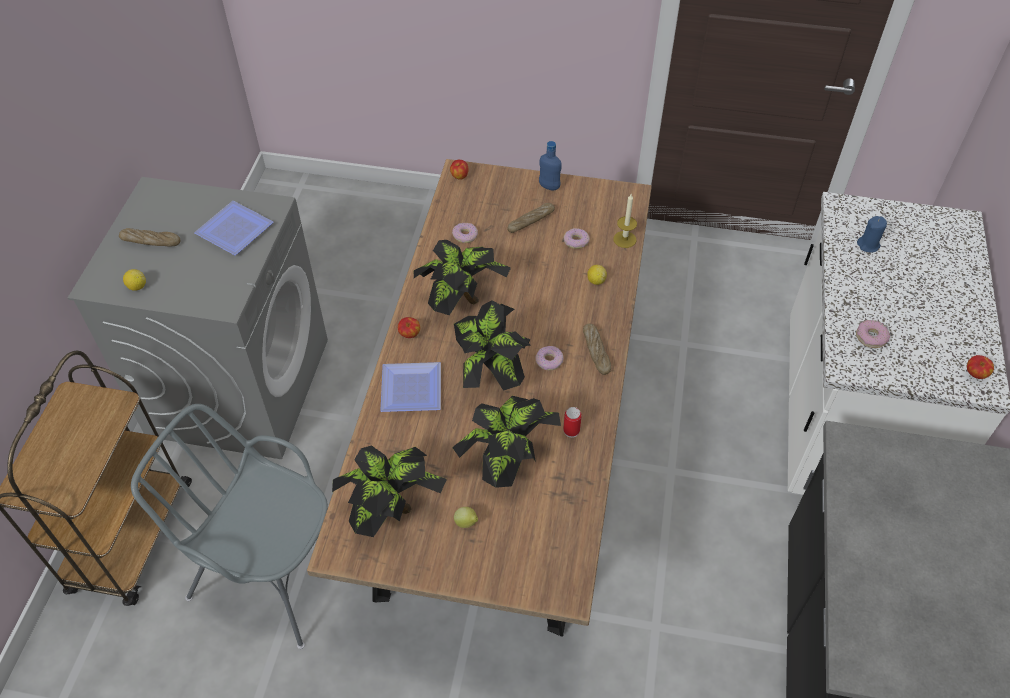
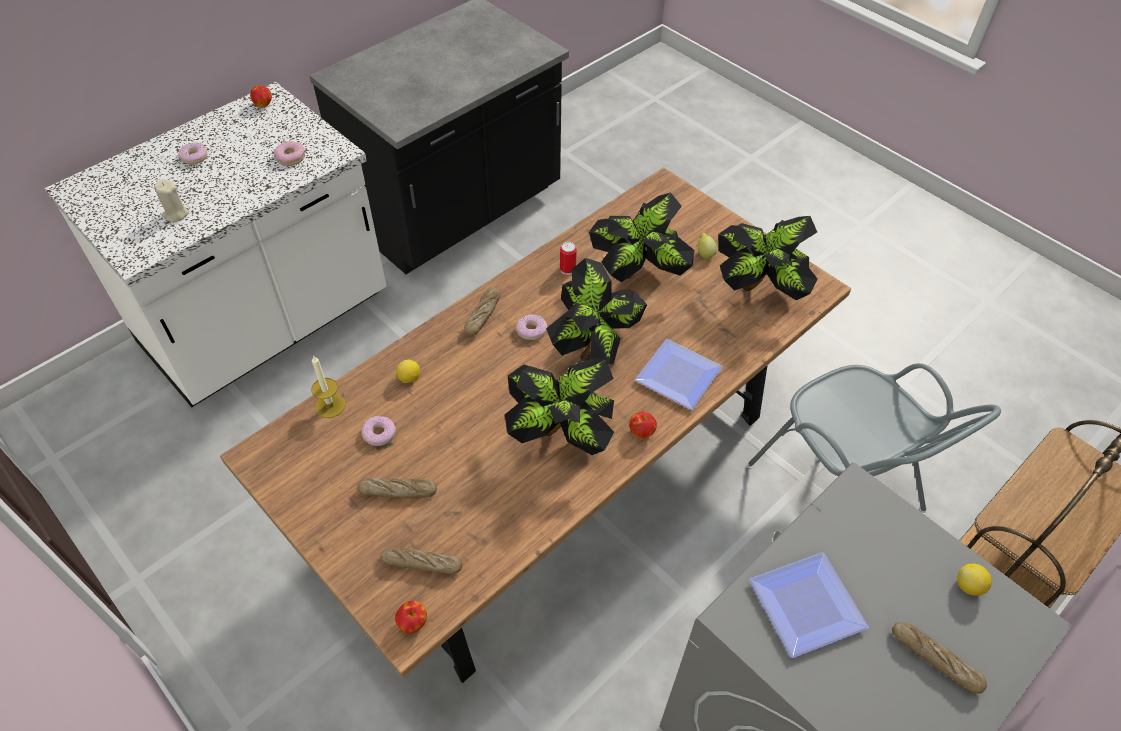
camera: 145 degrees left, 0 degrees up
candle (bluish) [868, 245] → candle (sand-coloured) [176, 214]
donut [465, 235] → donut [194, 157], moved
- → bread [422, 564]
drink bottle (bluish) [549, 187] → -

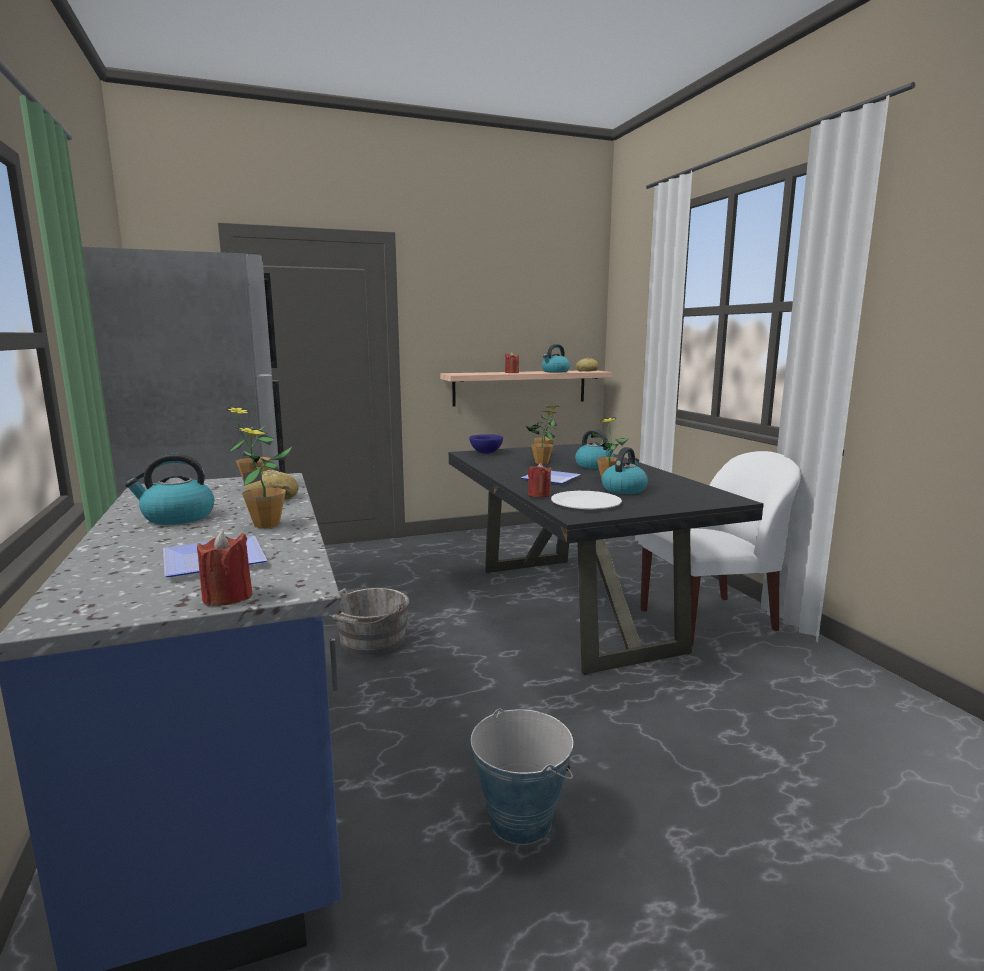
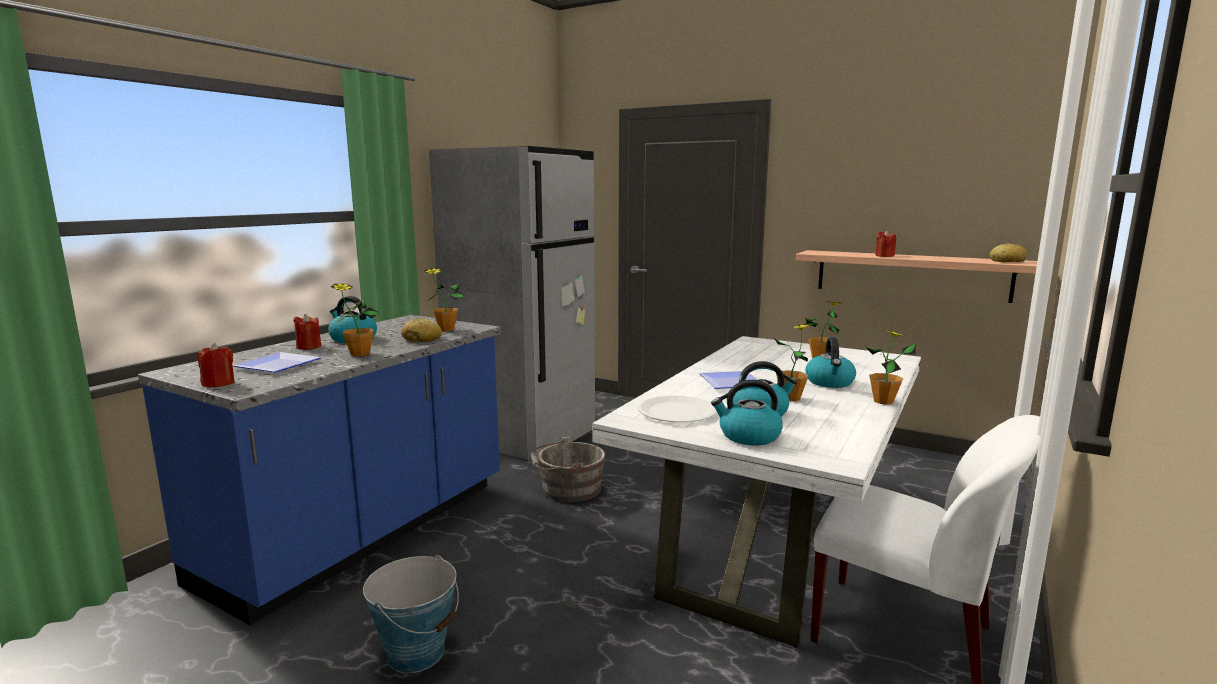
camera: 50 degrees right, 0 degrees up
candle (red) [539, 495] → candle (red) [309, 347], moved
dining table (black) [574, 608] → dining table (whitish) [773, 543]
tea kettle [555, 371] → tea kettle [748, 436], moved
plant in a pot [541, 462] → plant in a pot [883, 401], moved
deep dish (bluish) [486, 453] → -

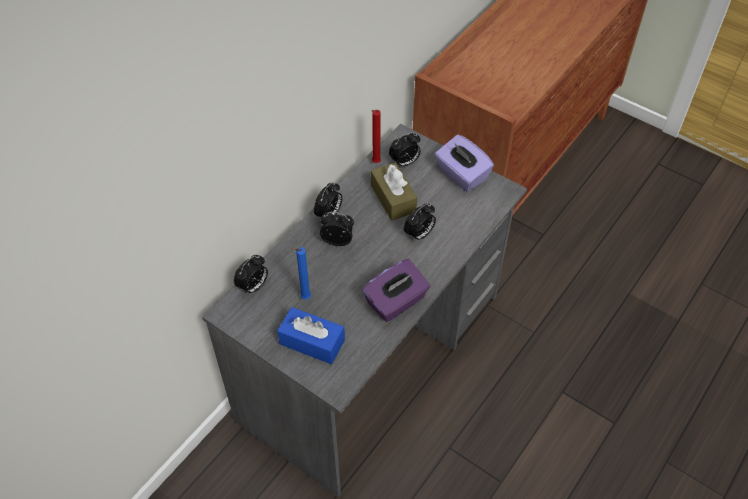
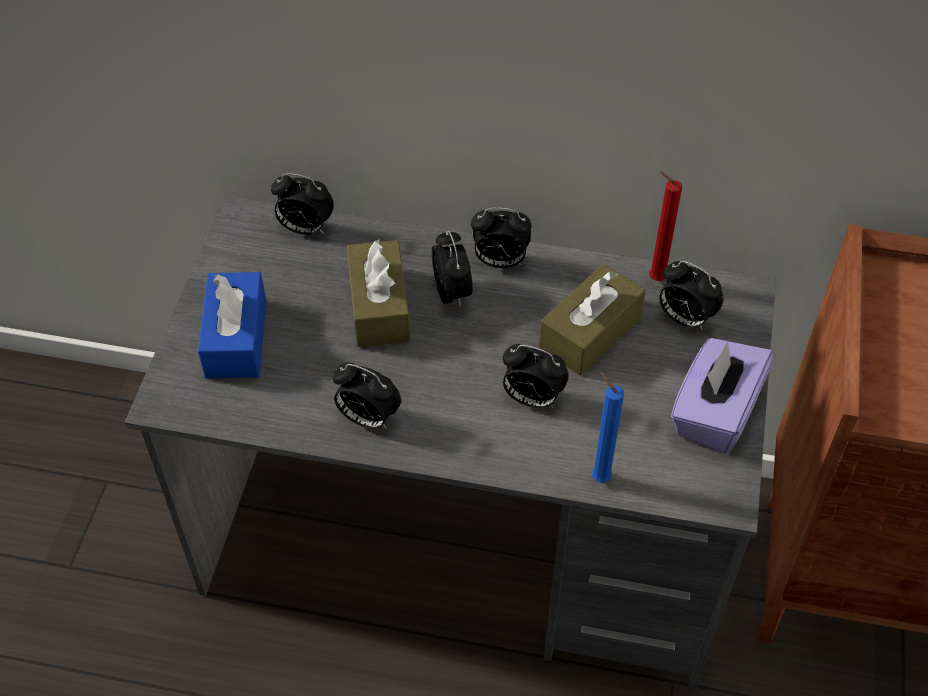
camera: 65 degrees right, 0 degrees up
box of tissues (purple) [396, 302] → alarm clock [367, 418]
- → box of tissues (brown-coloured) [379, 306]
candle (bluish) [304, 298] → candle (bluish) [598, 476], moved

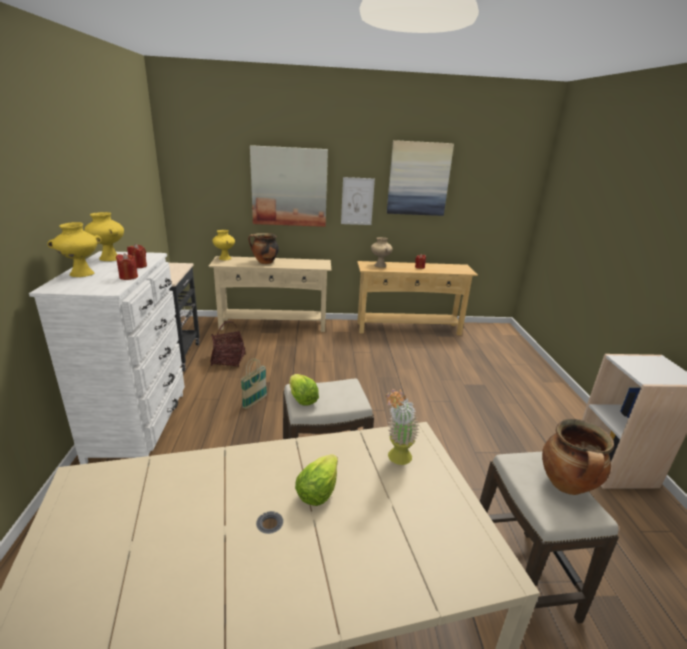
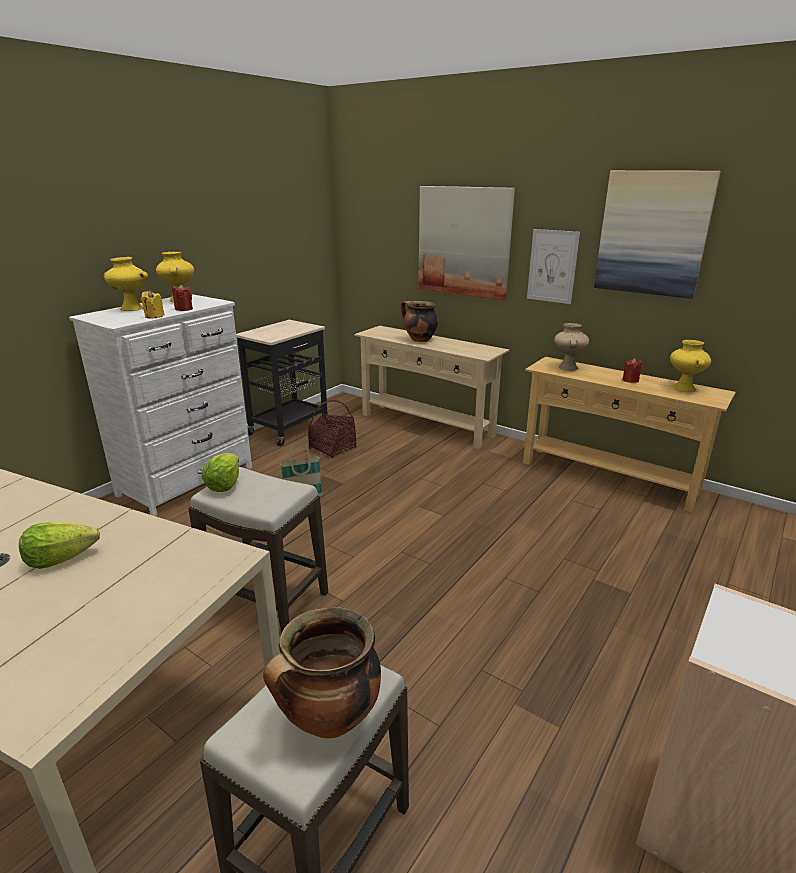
camera: 40 degrees right, 0 degrees up
candle (red) [128, 277] → candle (yellowish) [154, 316]
flower vase (yellowish) [224, 258] → flower vase (yellowish) [683, 388], moved
plant in a pot [396, 460] → -

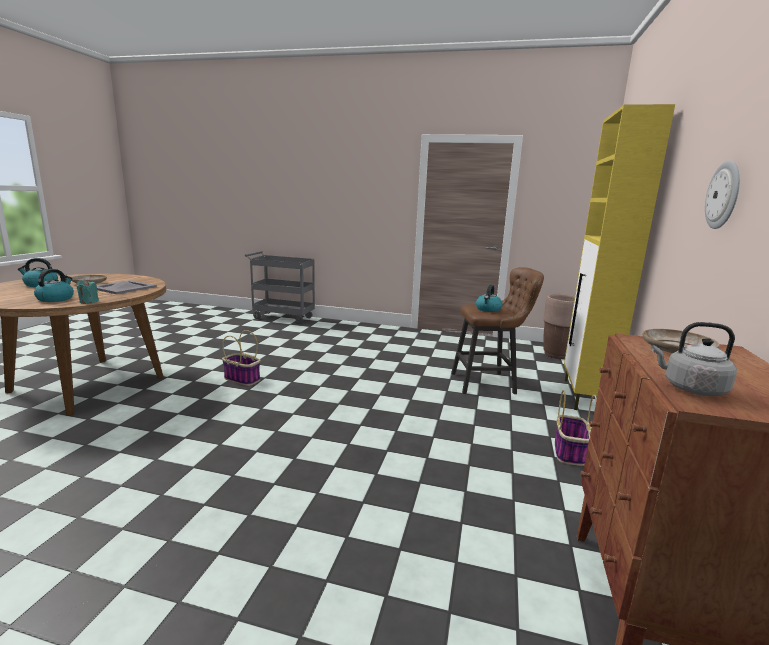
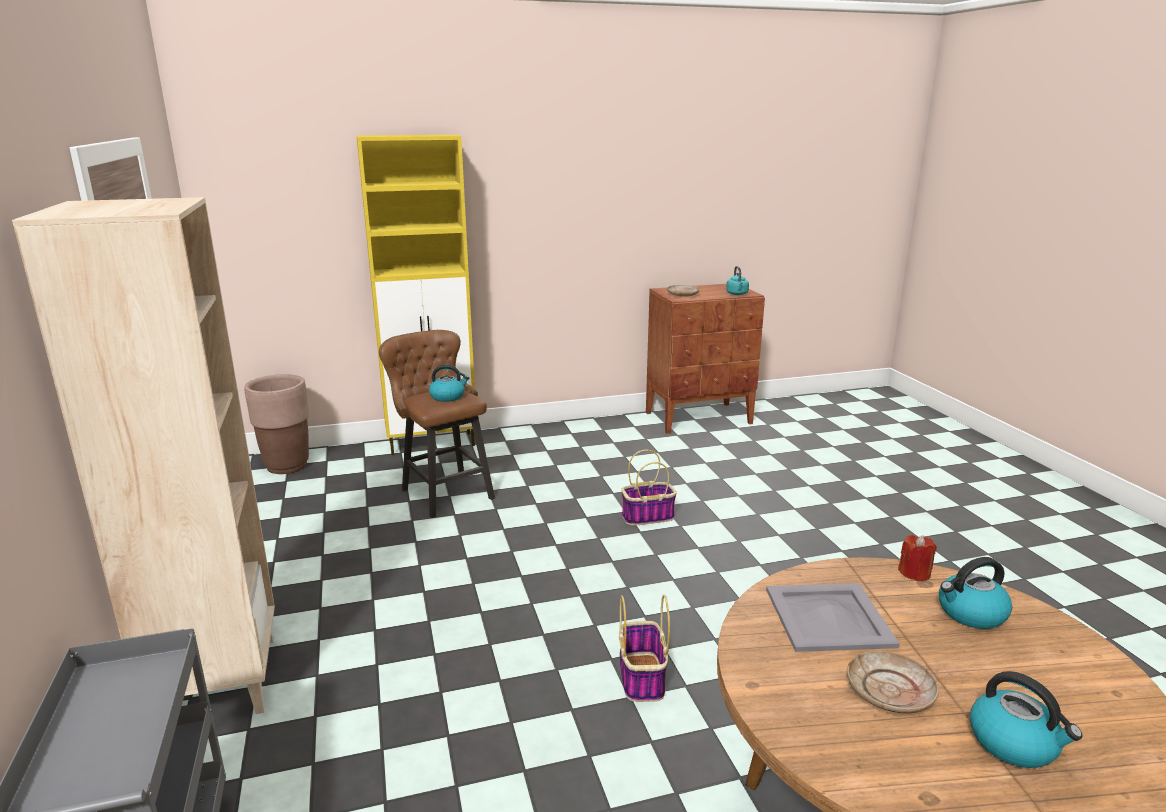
camera: 120 degrees left, 5 degrees up
- → bookshelf (sand-coloured) [217, 681]
basket [569, 452] → basket [648, 516], moved
tea kettle (grey) [690, 389] → tea kettle (turquoise-coloured) [737, 294]
candle (turquoise-coloured) [89, 301] → candle (red) [914, 573]
clock on the wall [724, 195] → -

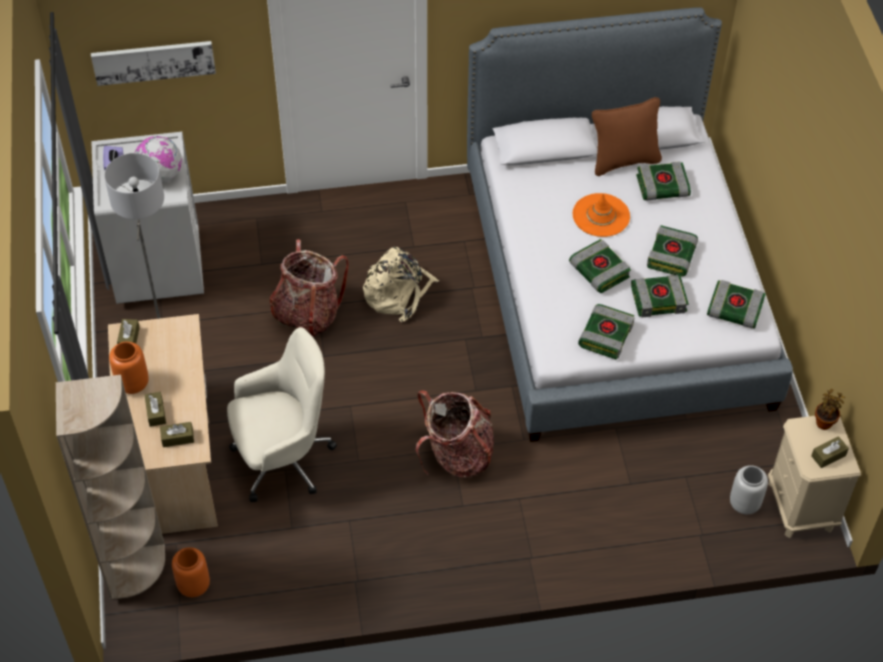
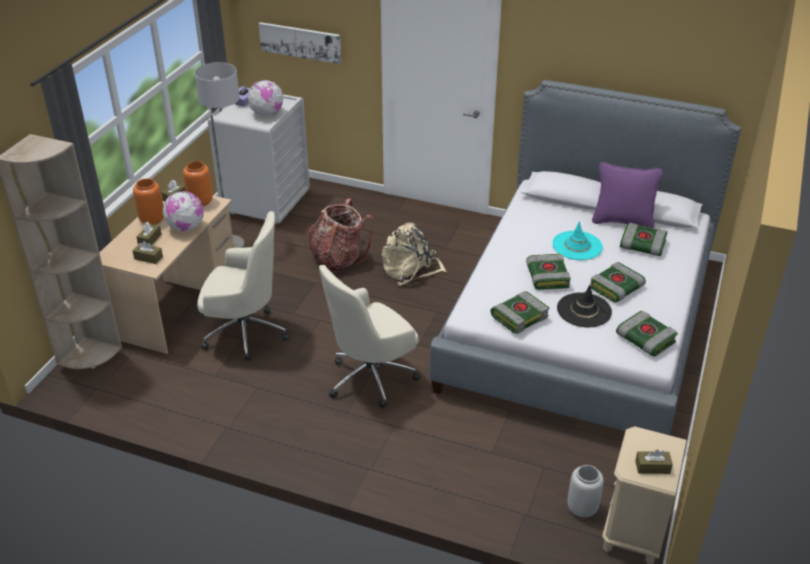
camera: 30 degrees right, 15 degrees down
- → world globe [186, 227]
flower vase (orange) [193, 585] → flower vase (orange) [200, 202], moved
knapsack [457, 455] → office chair (sand-coloured) [370, 379]
wearable hat (orange) [601, 215] → wearable hat (turquoise-coloured) [577, 246]
volume [659, 299] → wearable hat (black) [584, 310]
throw pillow (brown-coloured) [624, 161] → throw pillow (purple) [622, 221]
plant in a pot [824, 422] → -

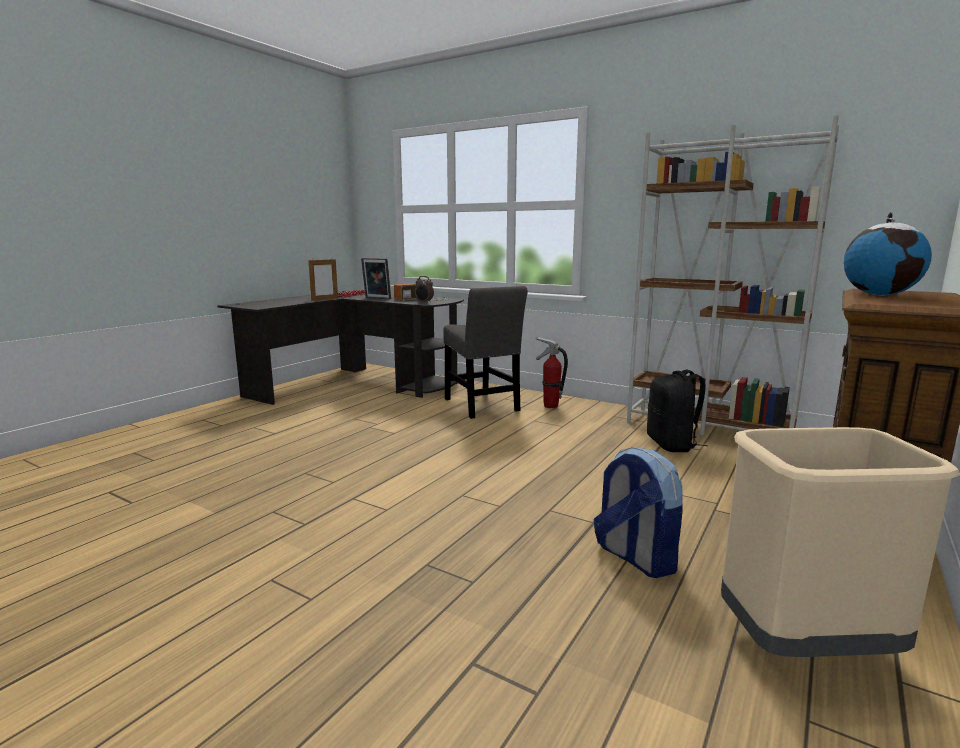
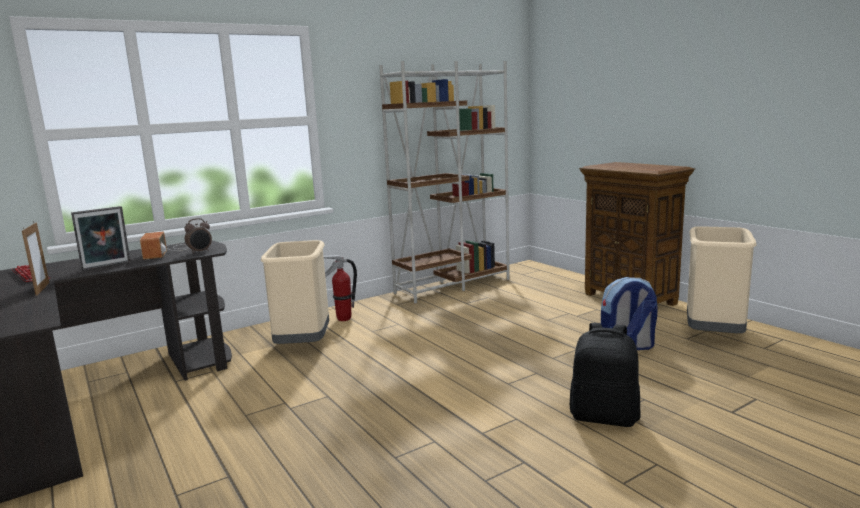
camera: 65 degrees left, 0 degrees up
chair (grey) [482, 406] → rubbish bin (sand-coloured) [304, 344]
knapsack (black) [672, 445] → knapsack (black) [604, 417], moved
world globe [880, 295] → -

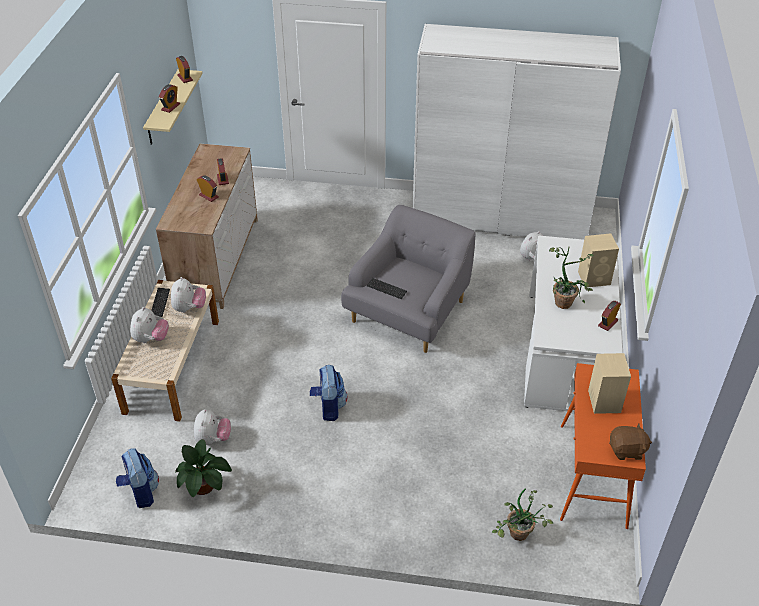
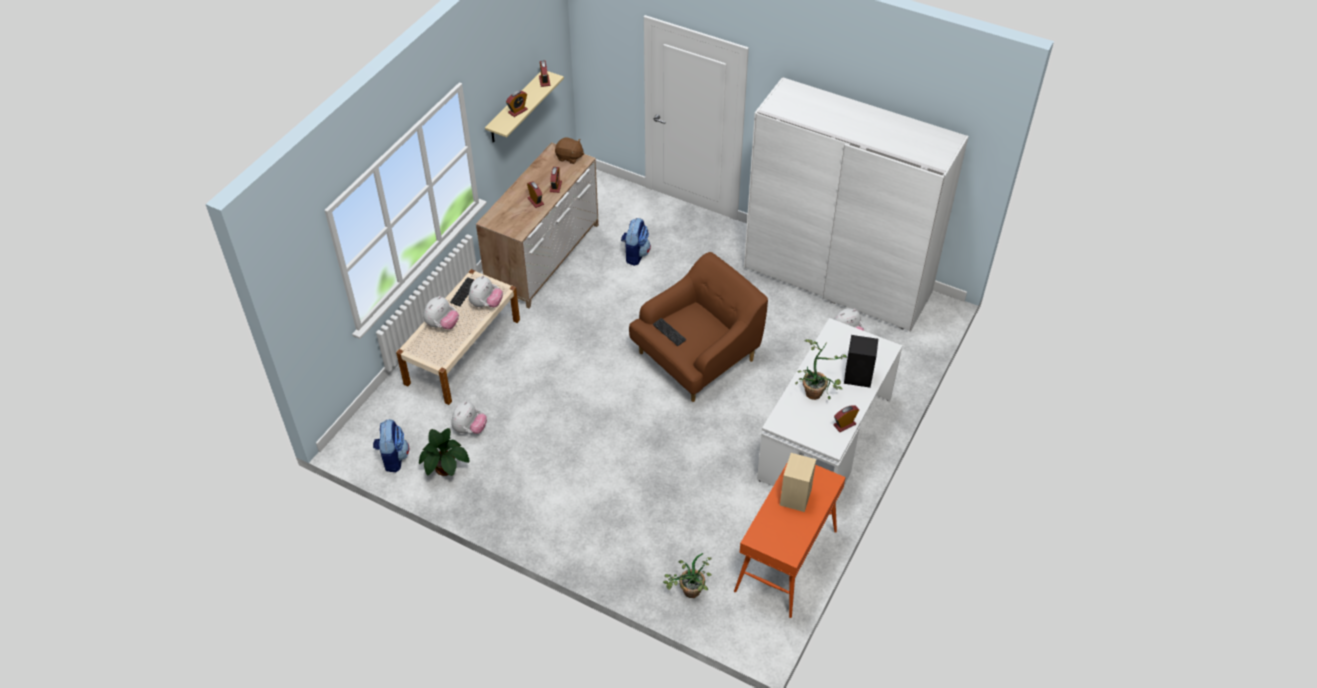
camera: 20 degrees right, 5 degrees up
plush toy (brown-coloured) [627, 450] → plush toy (brown-coloured) [569, 157], moved
knapsack [329, 407] → knapsack [635, 254], moved
easy chair (grey) [409, 311] → easy chair (brown-coloured) [697, 356]
audio speaker (sand-coloured) [595, 278] → audio speaker (black) [859, 376]

